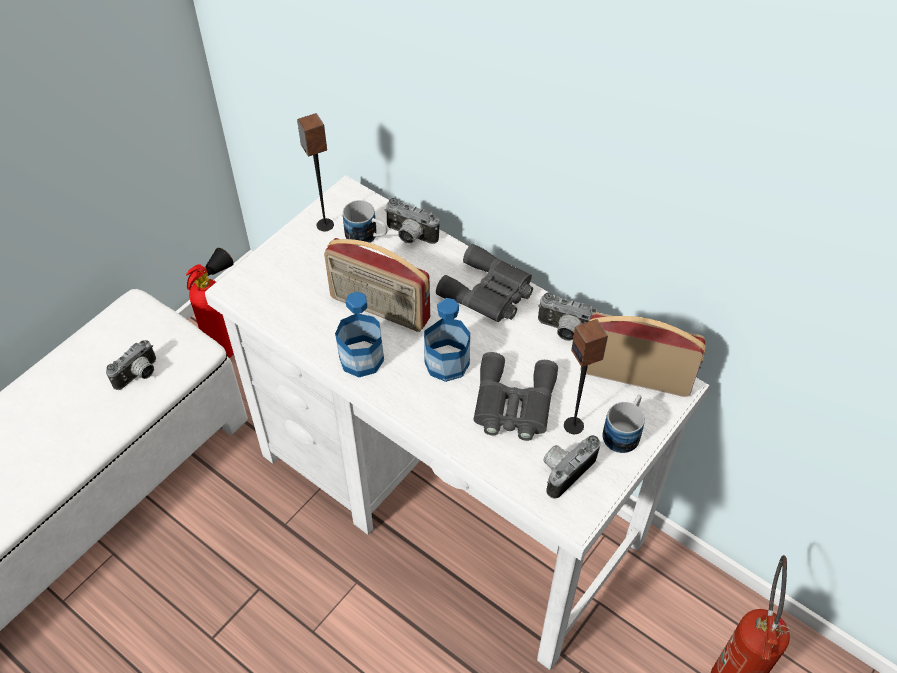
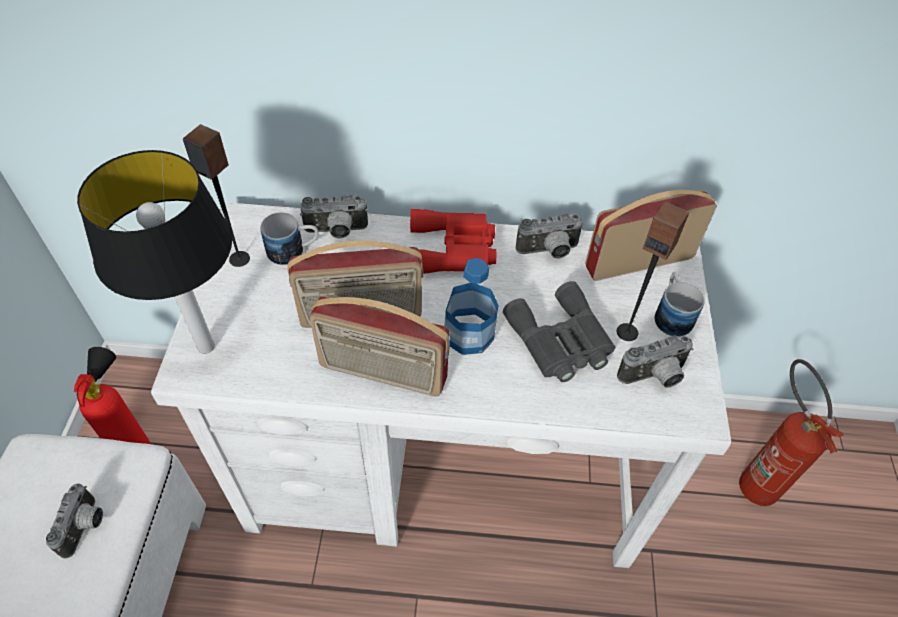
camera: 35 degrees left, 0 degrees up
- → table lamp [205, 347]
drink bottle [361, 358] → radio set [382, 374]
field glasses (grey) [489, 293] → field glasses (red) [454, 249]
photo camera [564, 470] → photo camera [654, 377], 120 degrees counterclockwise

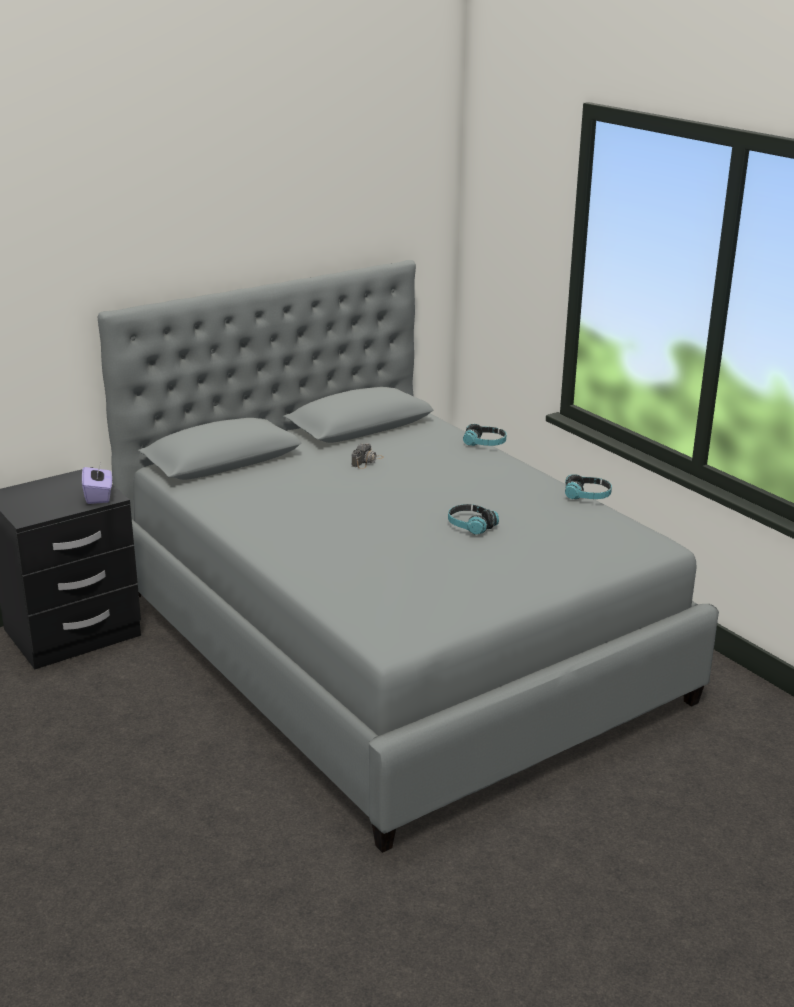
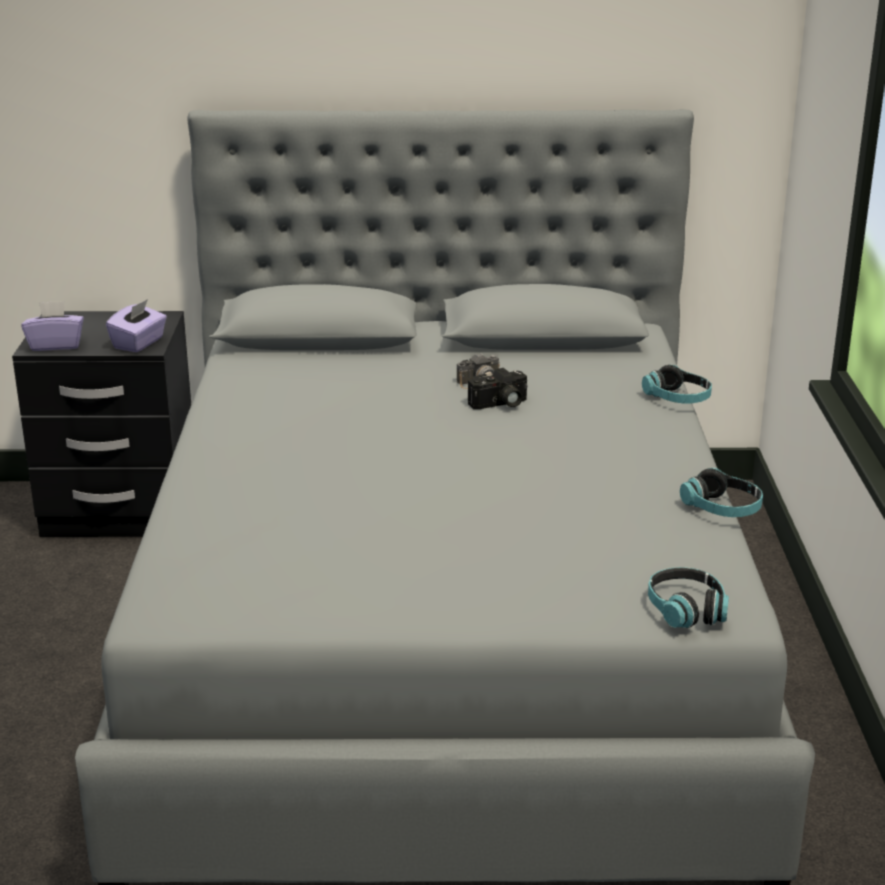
camera: 35 degrees right, 0 degrees up
- → box of tissues (purple) [56, 345]
- → photo camera [500, 404]
headphones [471, 526] → headphones [686, 610], moved

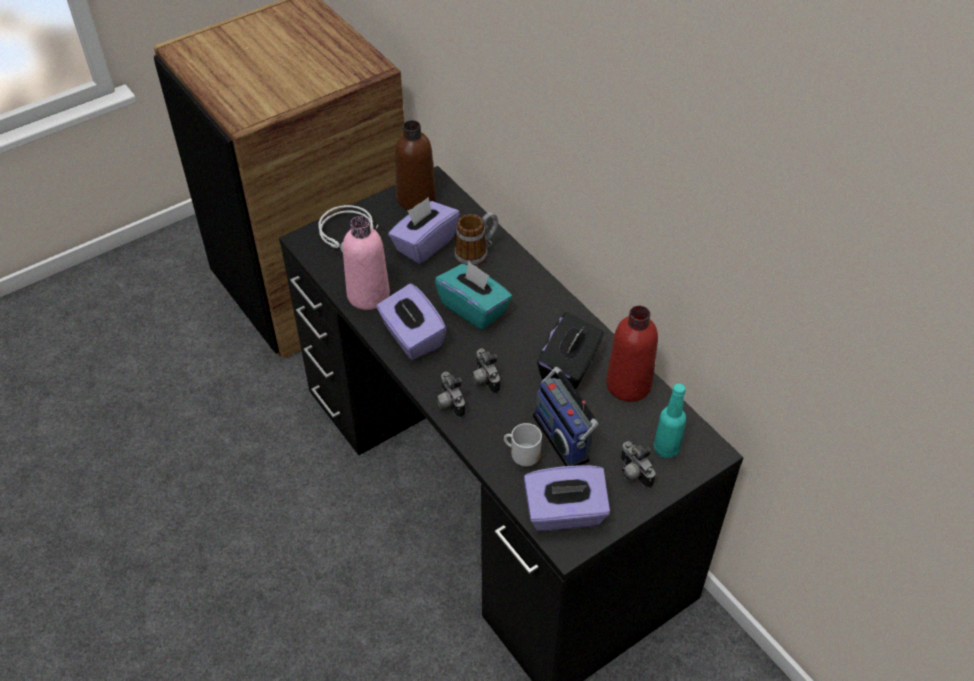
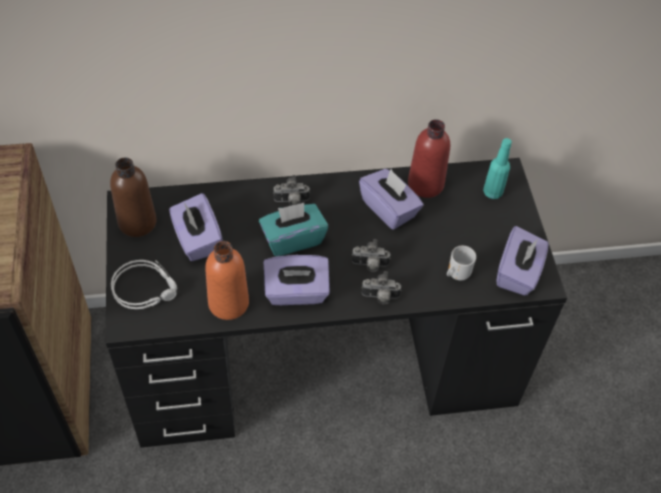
camera: 65 degrees left, 5 degrees up
drink bottle (pink-coloured) [368, 295] → drink bottle (orange) [228, 303]
photo camera [632, 474] → photo camera [291, 202], moved
box of tissues (black) [569, 367] → box of tissues (purple) [389, 209]
mug [477, 253] → -
radio set [564, 436] → -

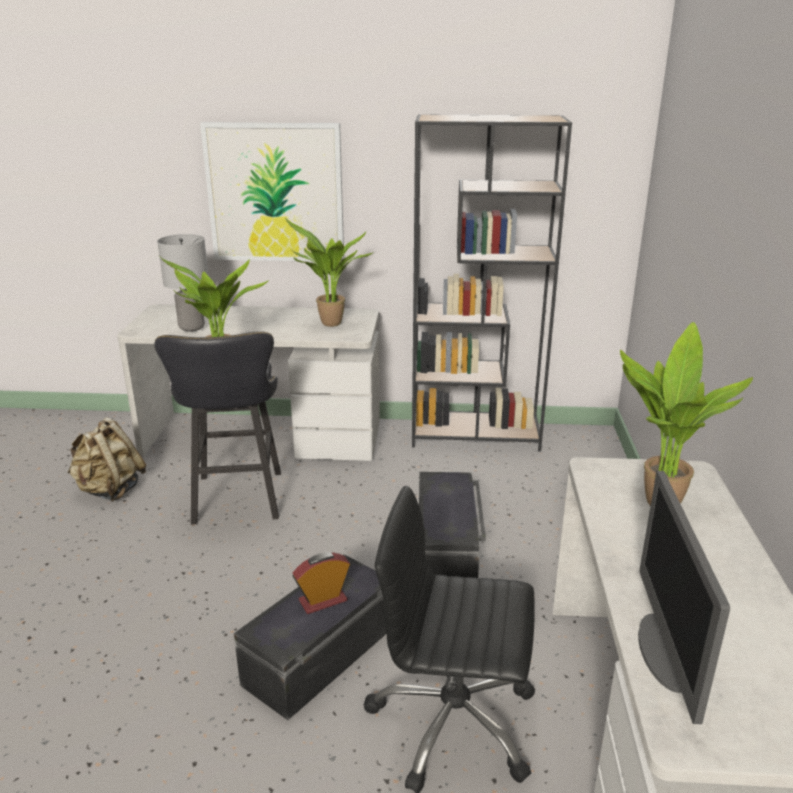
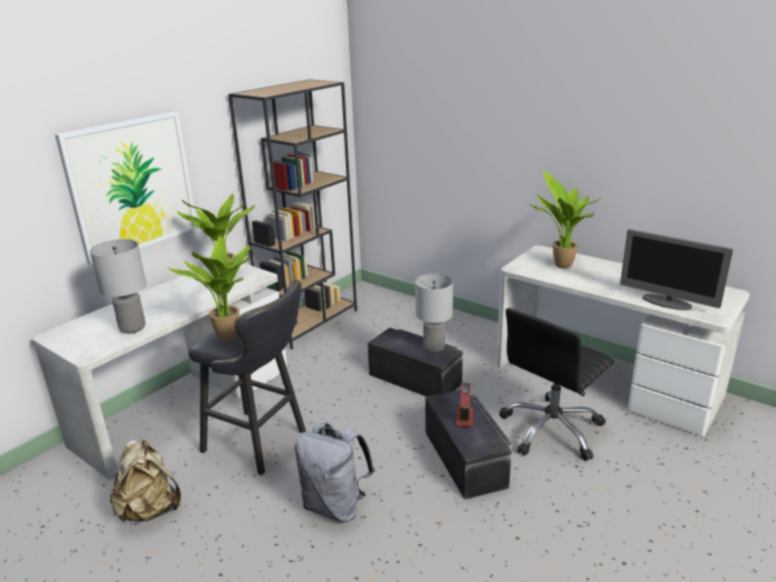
camera: 55 degrees left, 0 degrees up
- → knapsack (grey) [336, 506]
- → table lamp (grey) [433, 349]

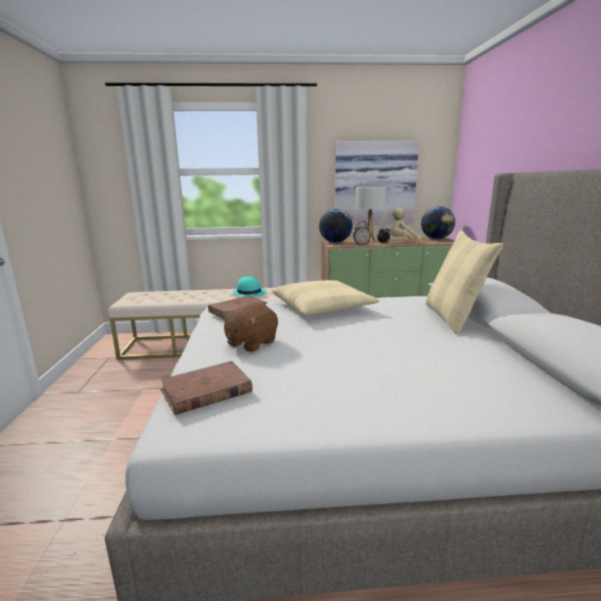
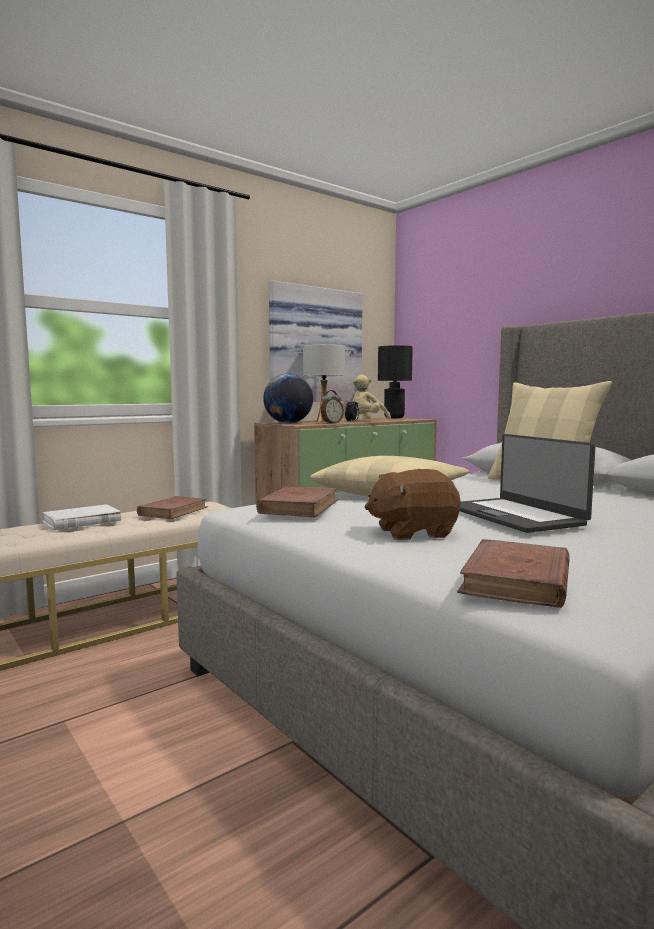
camera: 35 degrees left, 10 degrees down
- → volume (whitish) [81, 521]
wearable hat (turquoise-coloured) [249, 292] → volume (brown-coloured) [173, 511]
plush toy (brown-coloured) [251, 343] → plush toy (brown-coloured) [412, 532], 75 degrees clockwise
world globe [436, 239] → table lamp (black) [394, 418]
- → laptop [515, 515]

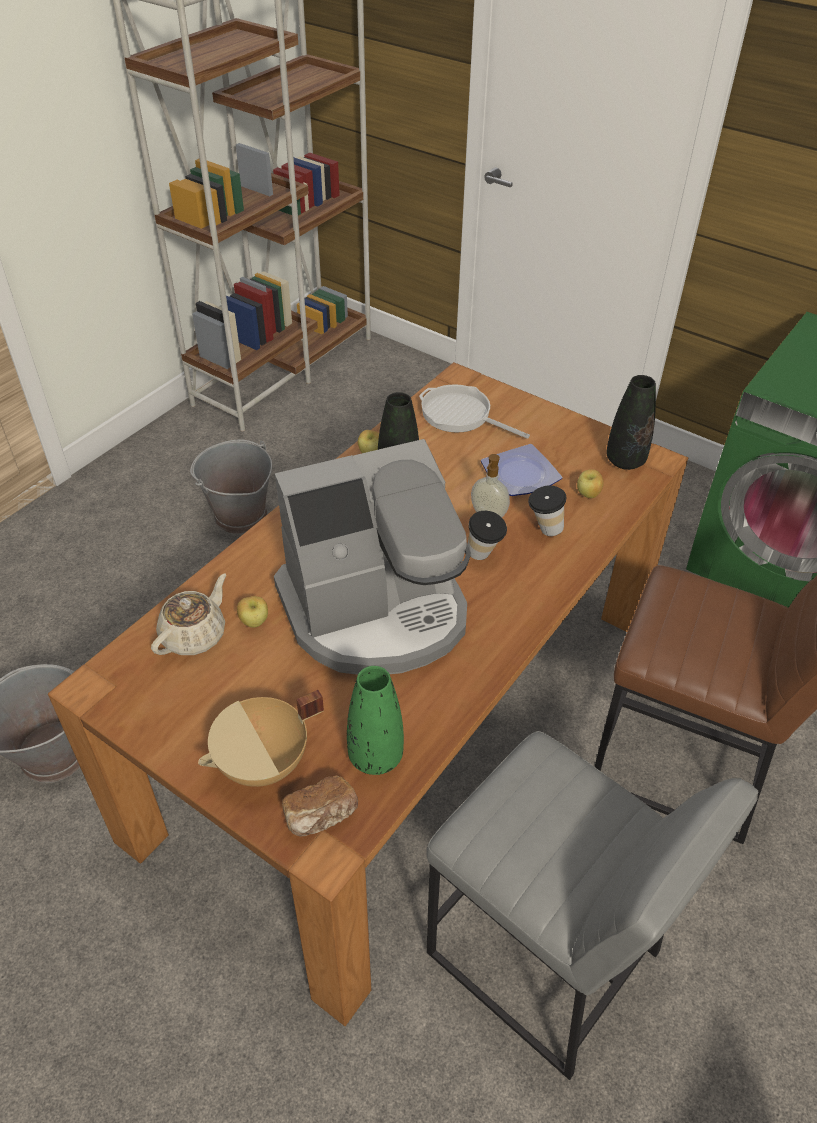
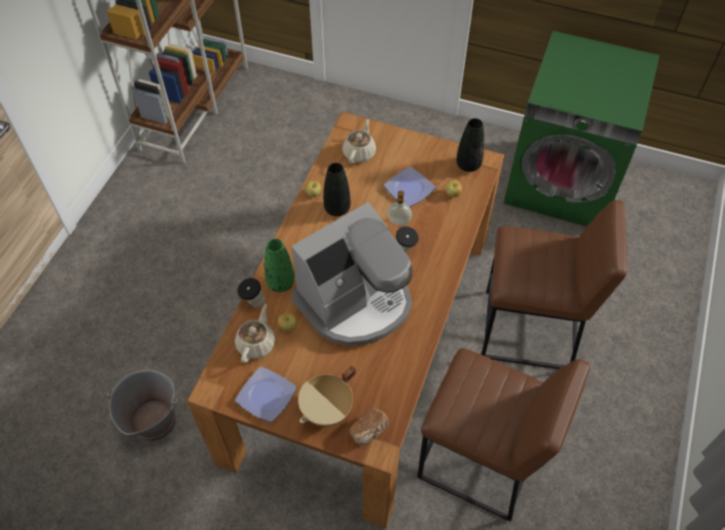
camera: 15 degrees left, 10 degrees up
- → dinner plate [266, 397]
cup [543, 530] → cup [253, 303], moved
flower vase (green) [375, 756] → flower vase (green) [280, 283], moved
pan [460, 415] → tea pot (sand-coloured) [359, 152]
chair (grey) [545, 955] → chair (brown-coloured) [481, 461]
bucket (grey) [240, 516] → -

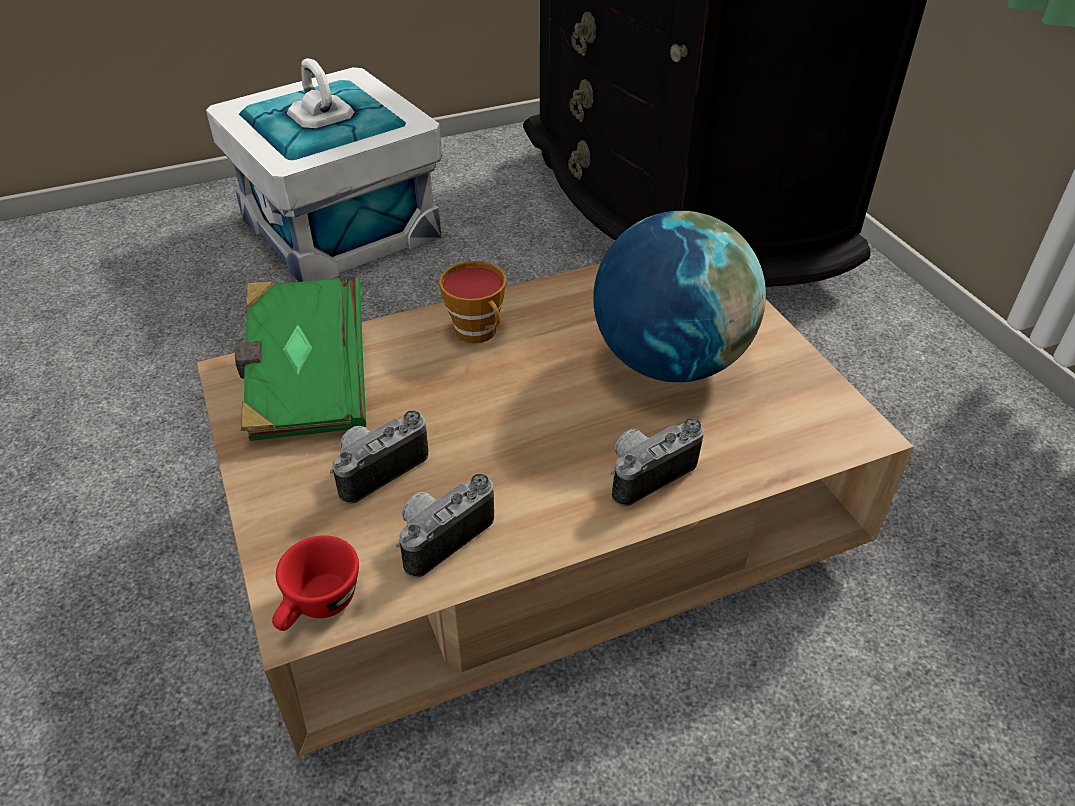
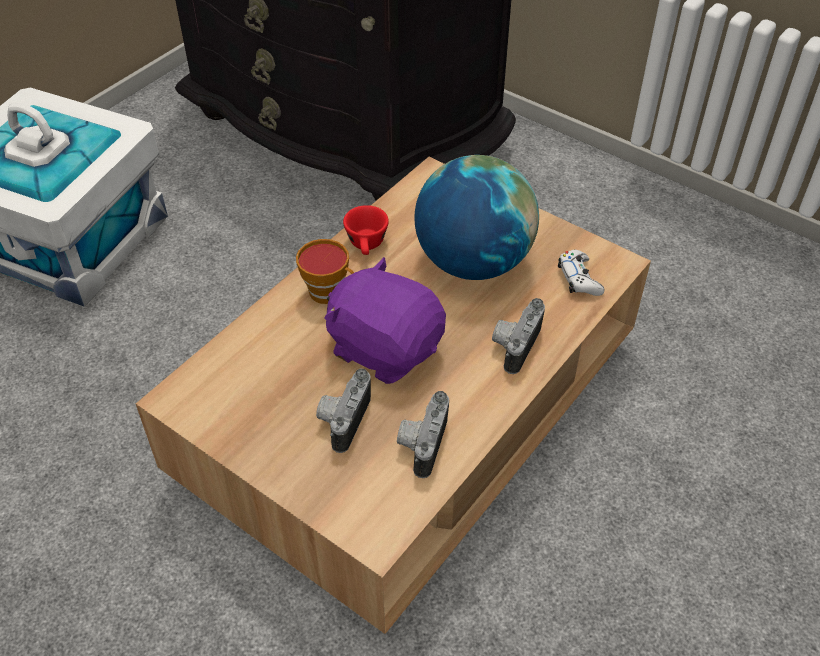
camera: 30 degrees left, 5 degrees up
- → plush toy (purple) [385, 347]
cup (red) [318, 607] → cup (red) [367, 245], moved
- → joypad (whitish) [579, 279]
volume (green) [307, 384] → -

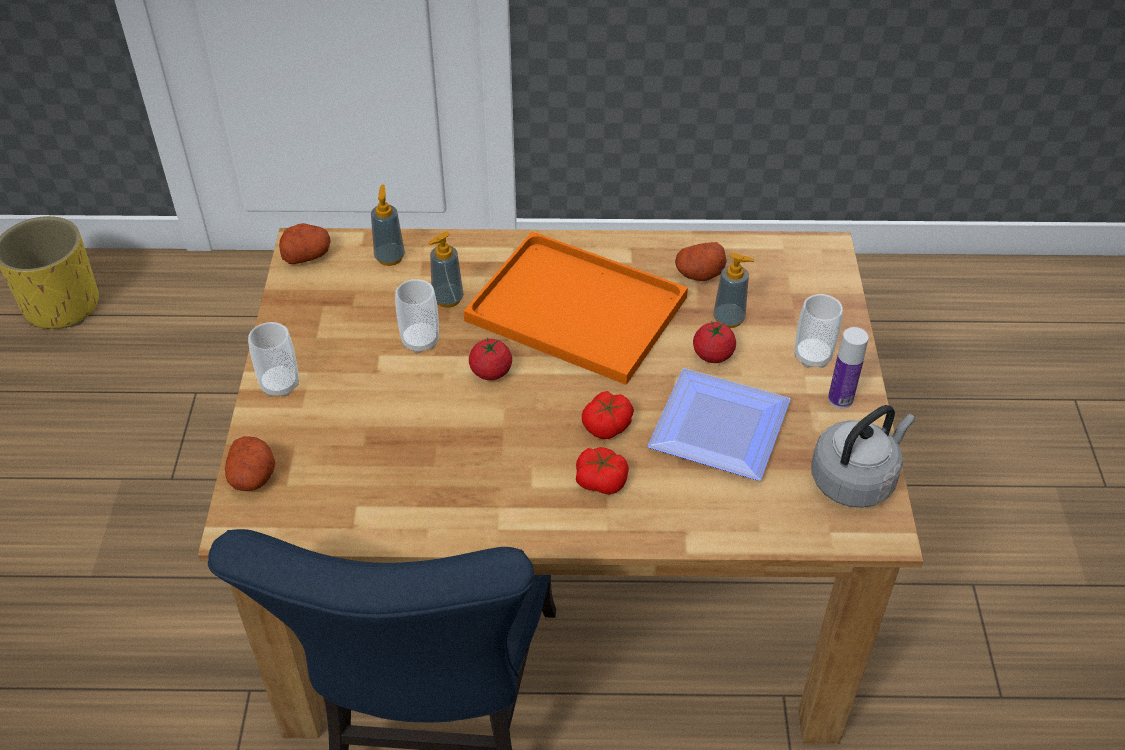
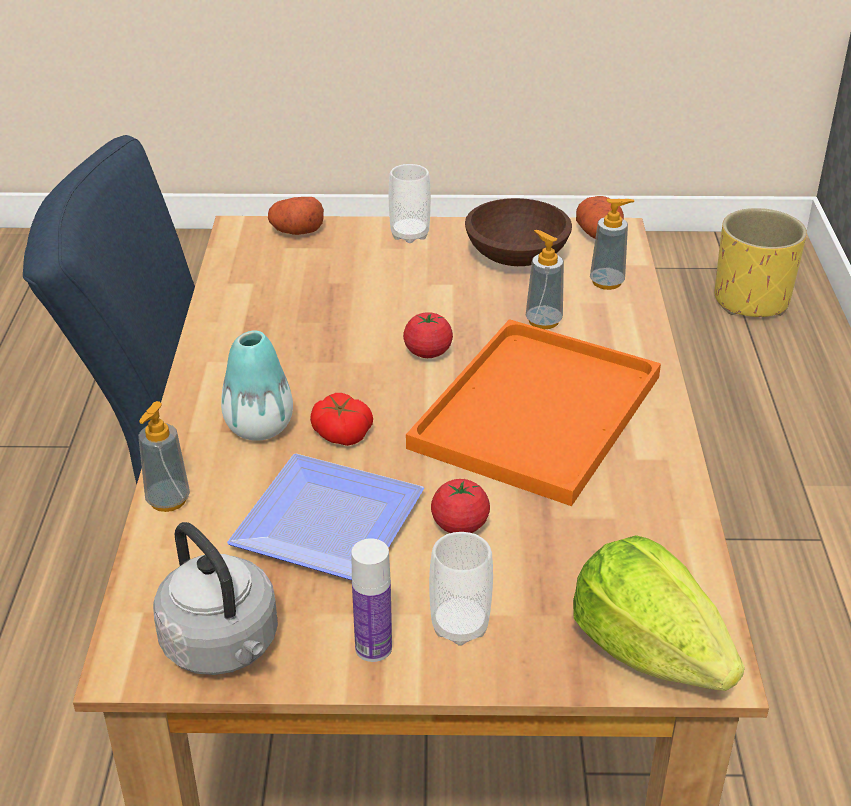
camera: 90 degrees right, 10 degrees down
soap bottle [729, 319] → soap bottle [168, 500], moved
fresh tomato [601, 480] → flower vase [259, 427]
- → deep dish (brown-coloured) [518, 256]
- → lettuce head [648, 651]
cup [420, 341] → -
spud [699, 274] → -

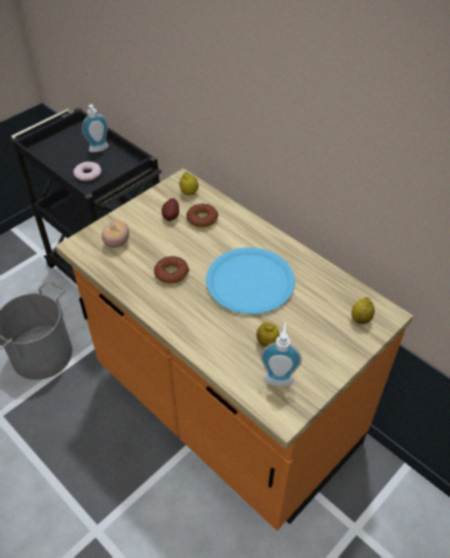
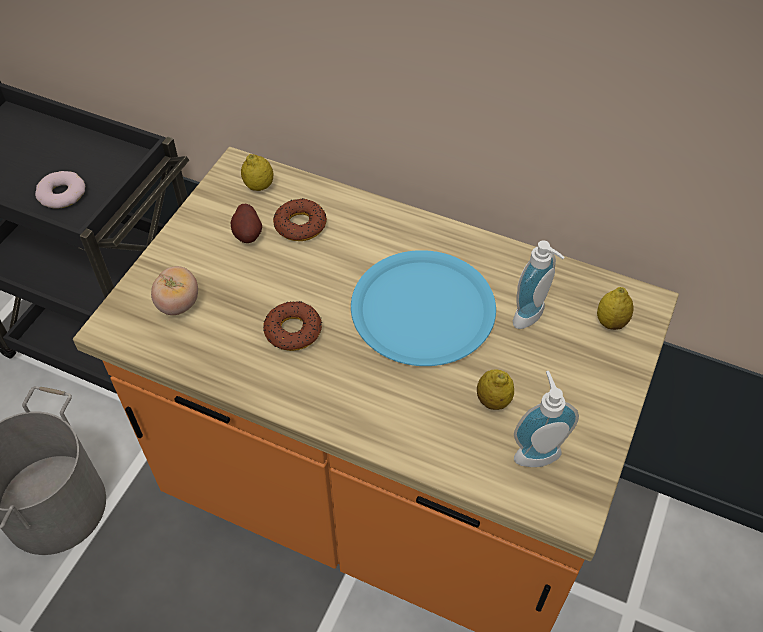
camera: 20 degrees left, 5 degrees up
soap bottle [99, 150] → soap bottle [532, 318], moved

